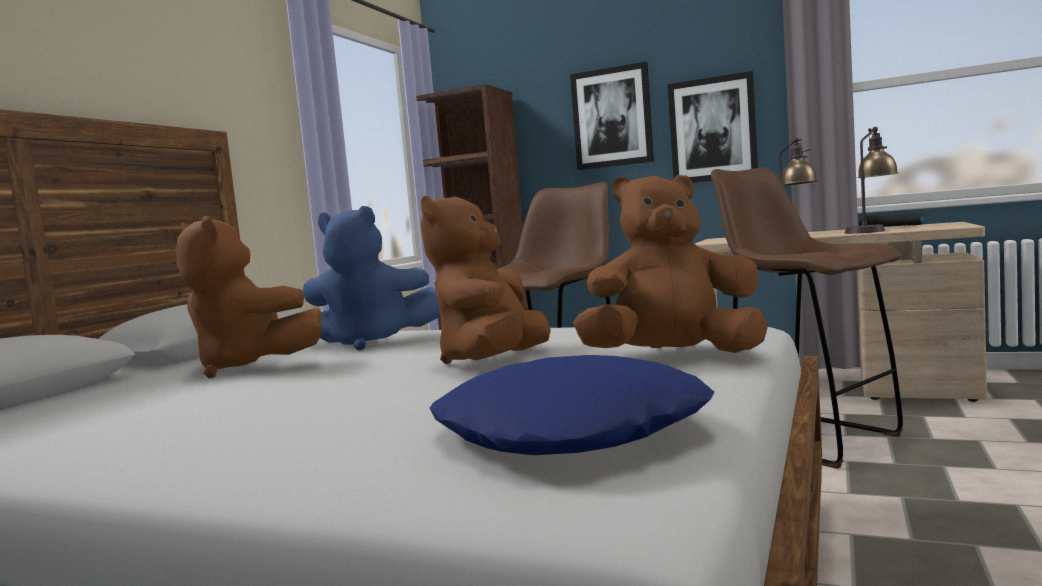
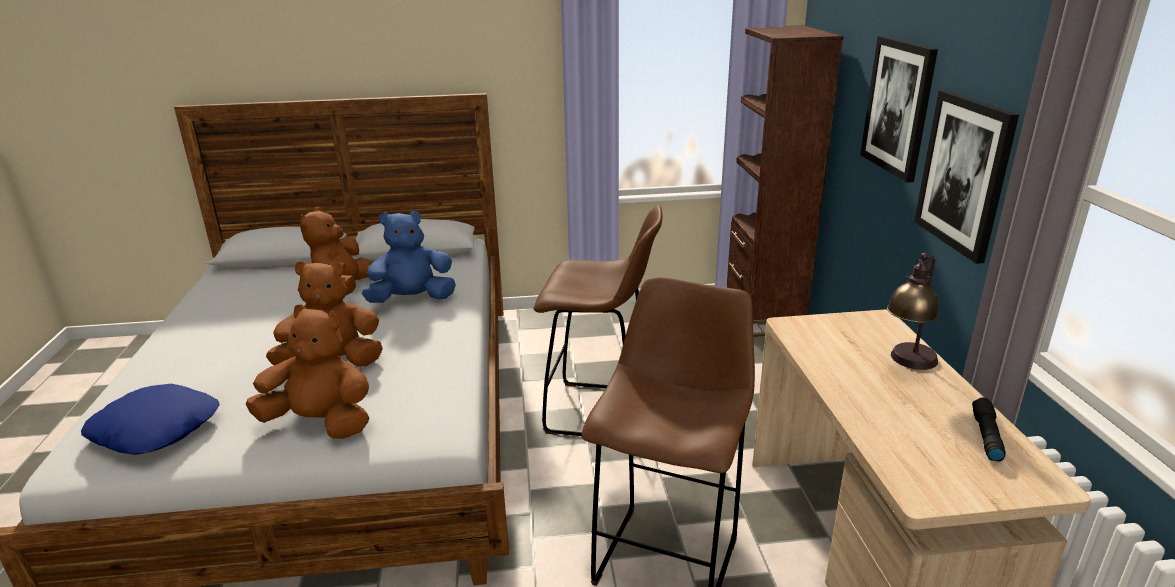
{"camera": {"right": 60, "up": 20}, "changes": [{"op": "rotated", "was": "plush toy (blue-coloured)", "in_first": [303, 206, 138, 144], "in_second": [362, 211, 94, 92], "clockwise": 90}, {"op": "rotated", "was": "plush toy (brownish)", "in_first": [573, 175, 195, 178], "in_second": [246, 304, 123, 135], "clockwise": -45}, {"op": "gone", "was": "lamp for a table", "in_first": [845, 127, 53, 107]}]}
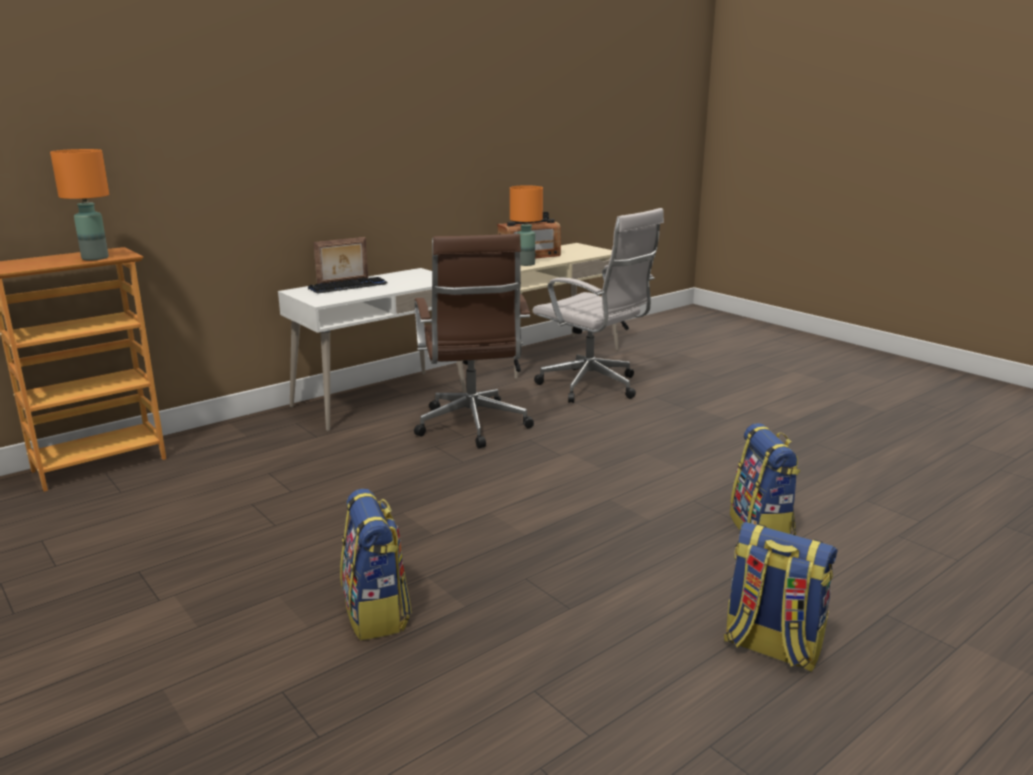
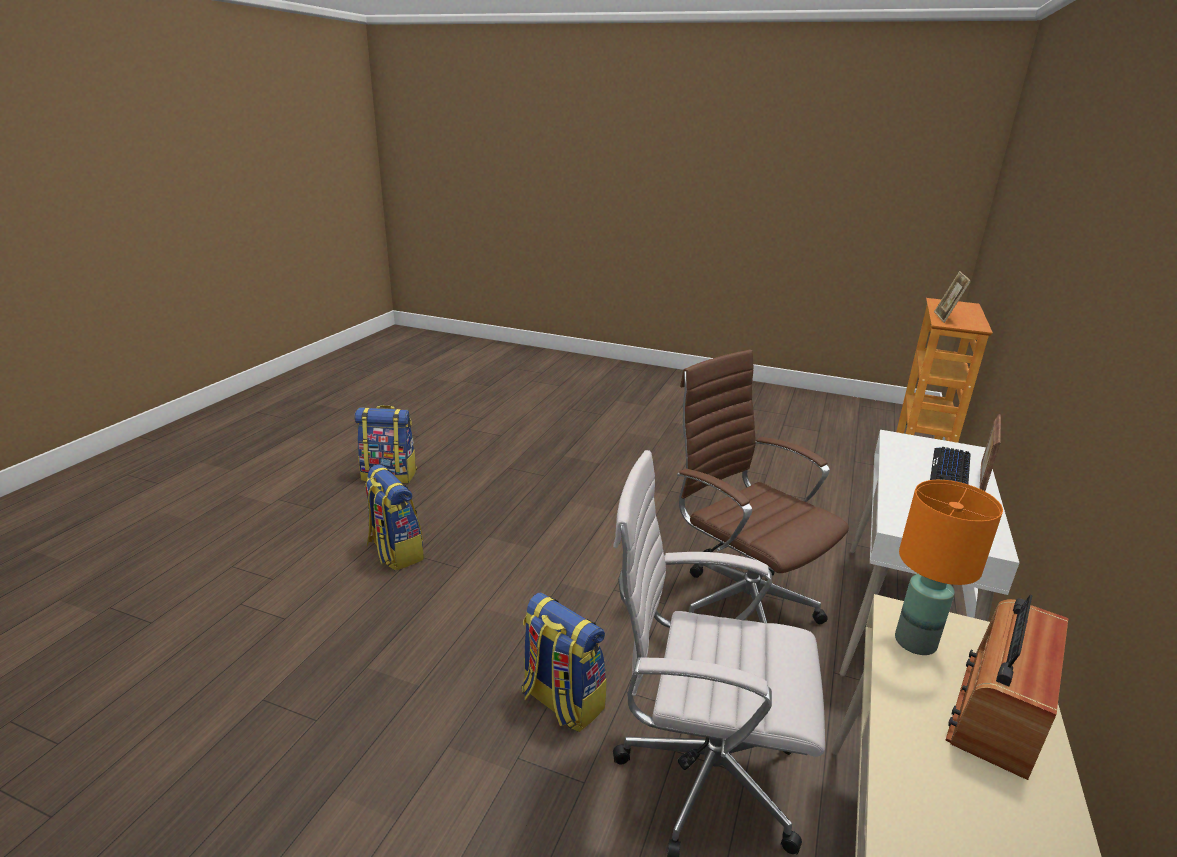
{"camera": {"right": 150, "up": 5}, "changes": [{"op": "swapped", "was": "lamp for a table (orange)", "now": "standing frame", "in_first": [50, 149, 59, 112], "in_second": [934, 271, 37, 52]}, {"op": "shifted", "was": "knapsack", "in_first": [340, 489, 72, 152], "in_second": [522, 593, 84, 139]}]}
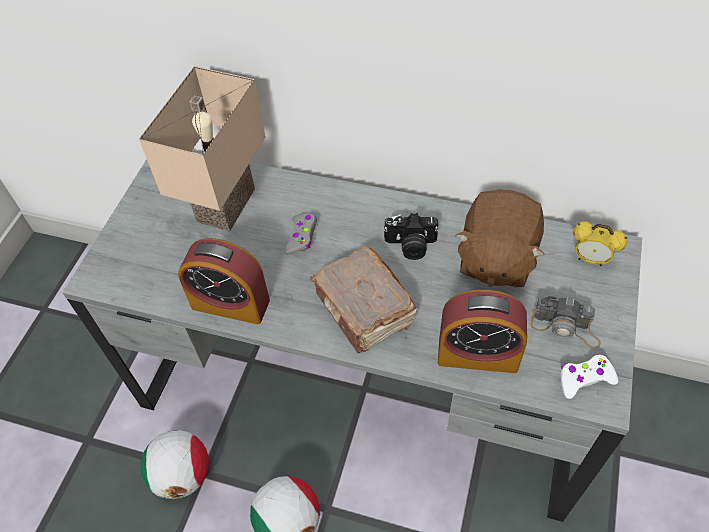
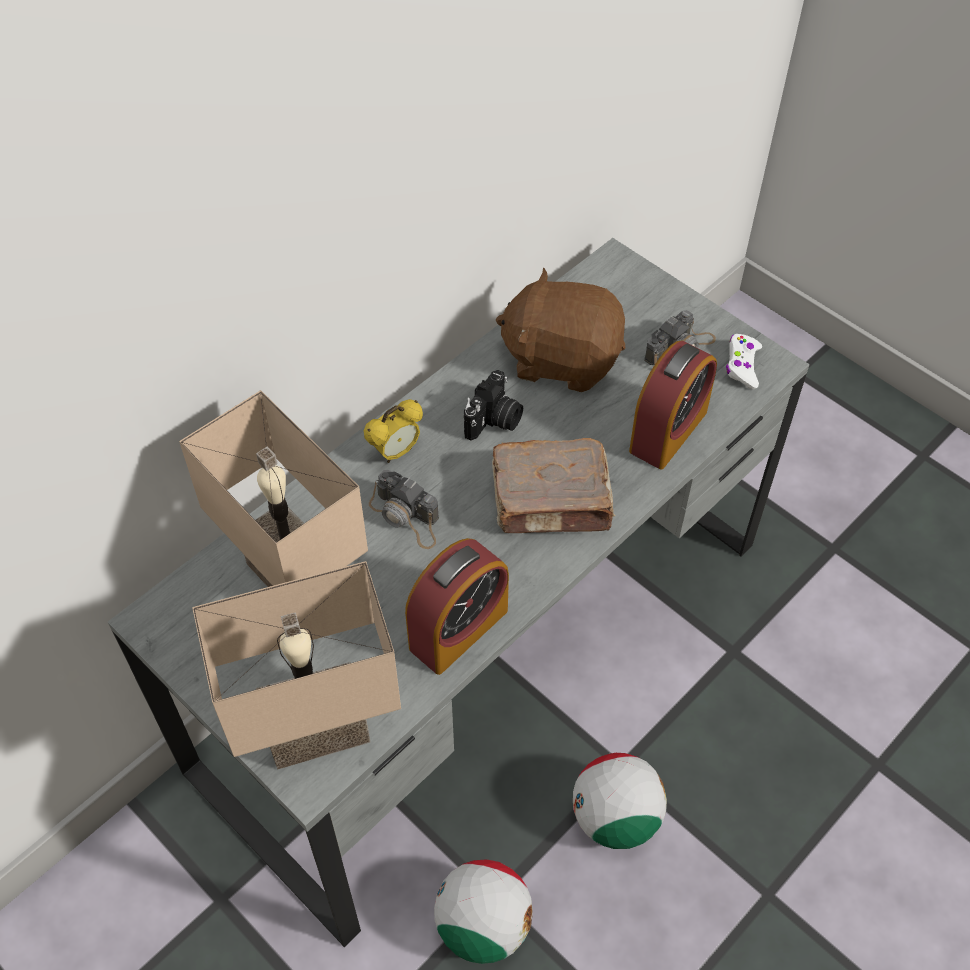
{"camera": {"right": -65, "up": 0}, "changes": [{"op": "swapped", "was": "gamepad (grey)", "now": "photo camera", "in_first": [284, 213, 33, 42], "in_second": [369, 470, 70, 79]}, {"op": "rotated", "was": "plush toy (brownish)", "in_first": [455, 189, 90, 98], "in_second": [496, 268, 129, 124], "clockwise": 150}, {"op": "shifted", "was": "table clock", "in_first": [573, 221, 55, 45], "in_second": [364, 399, 59, 64]}, {"op": "new", "now": "lamp for a table (beige-coloured)", "in_second": [192, 561, 209, 208]}]}
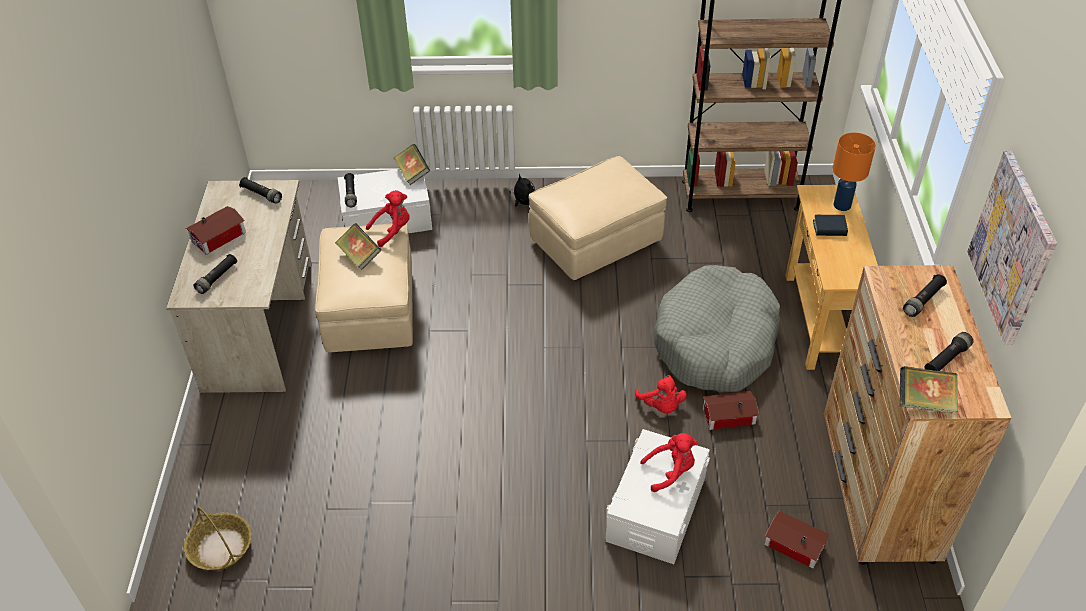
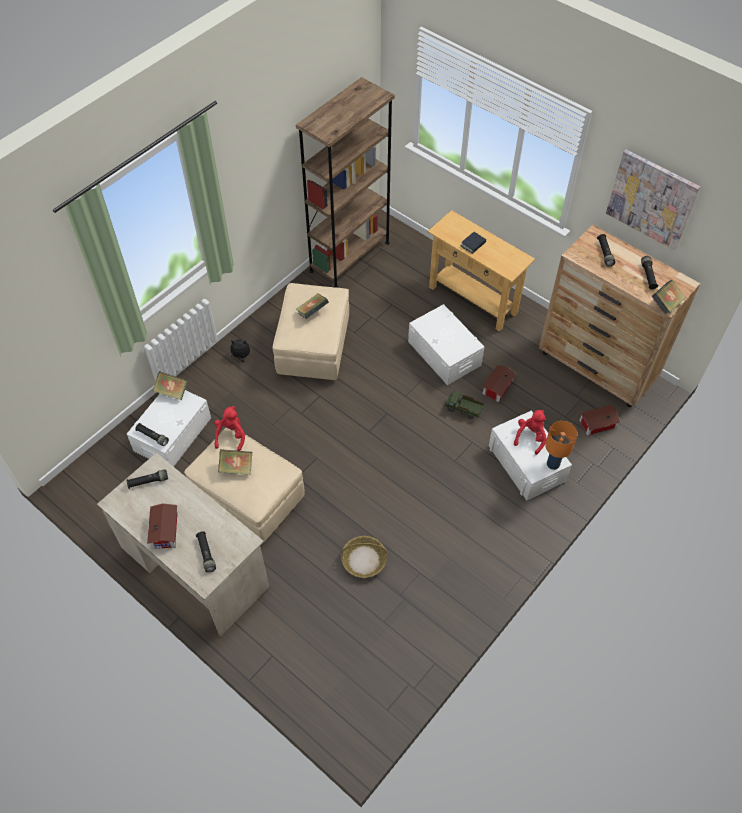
{"camera": {"right": -50, "up": 10}, "changes": [{"op": "shifted", "was": "basket", "in_first": [184, 507, 67, 63], "in_second": [341, 536, 46, 42]}, {"op": "swapped", "was": "plush toy (red)", "now": "model truck", "in_first": [635, 375, 52, 39], "in_second": [444, 390, 40, 29]}, {"op": "swapped", "was": "dog bed (grey)", "now": "storage bin (whitish)", "in_first": [654, 265, 126, 127], "in_second": [408, 304, 77, 81]}, {"op": "shifted", "was": "lamp for a table (orange)", "in_first": [833, 132, 43, 79], "in_second": [545, 421, 32, 49]}, {"op": "new", "now": "book", "in_second": [296, 294, 33, 25]}]}
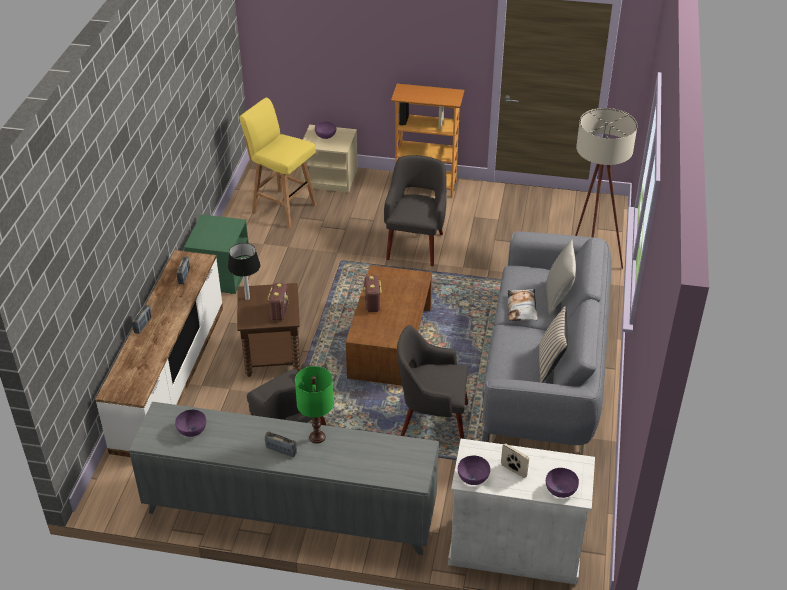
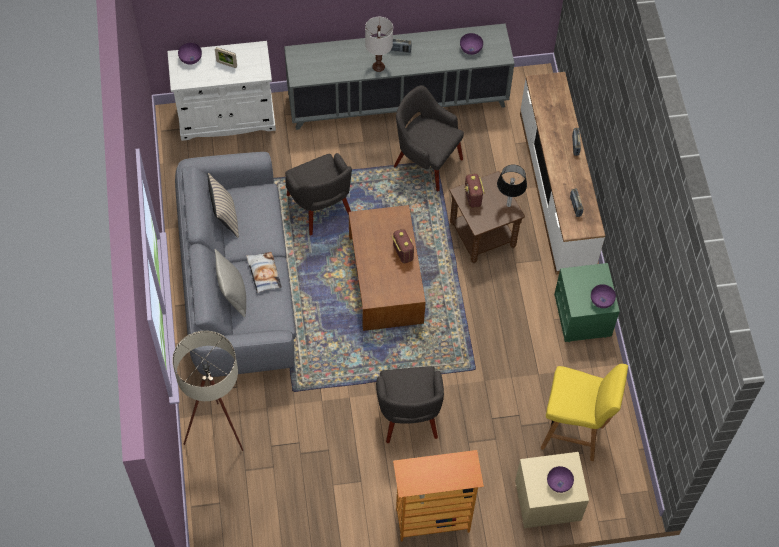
{"camera": {"right": 160, "up": 20}, "changes": [{"op": "repainted", "was": "lamp for a table (green-coloured)", "now": "lamp for a table (whitish)", "in_first": [295, 366, 39, 78], "in_second": [365, 17, 28, 55]}, {"op": "rotated", "was": "lounge chair (grey)", "in_first": [397, 325, 71, 114], "in_second": [285, 153, 67, 82], "clockwise": 75}, {"op": "shifted", "was": "serving bowl (purple)", "in_first": [458, 455, 32, 30], "in_second": [591, 284, 25, 24]}]}
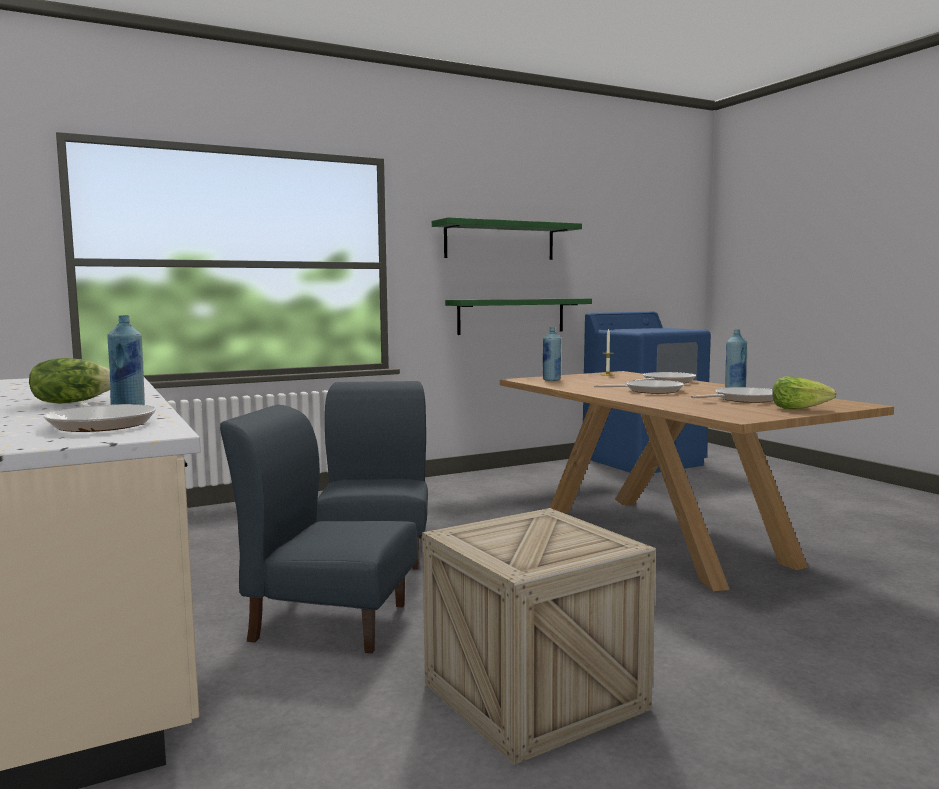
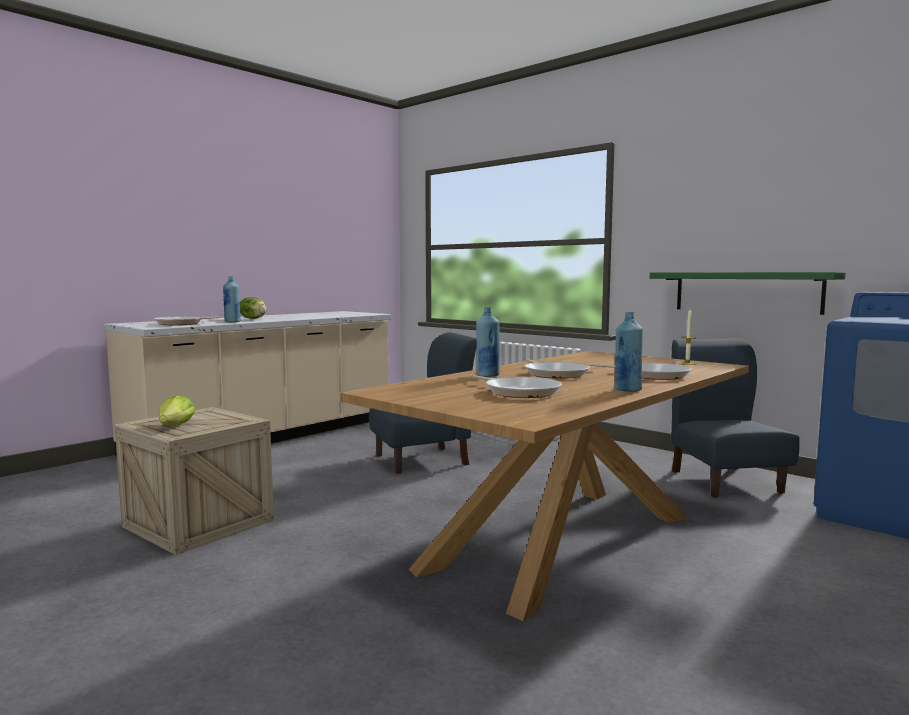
{"camera": {"right": 70, "up": 0}, "changes": [{"op": "shifted", "was": "chair (blue-coloured)", "in_first": [220, 404, 198, 249], "in_second": [671, 338, 129, 160]}, {"op": "gone", "was": "shelf (green-coloured)", "in_first": [432, 217, 150, 43]}, {"op": "shifted", "was": "bottle (blue-coloured)", "in_first": [543, 327, 18, 54], "in_second": [476, 307, 24, 70]}, {"op": "shifted", "was": "lettuce", "in_first": [772, 376, 65, 33], "in_second": [159, 395, 37, 31]}]}
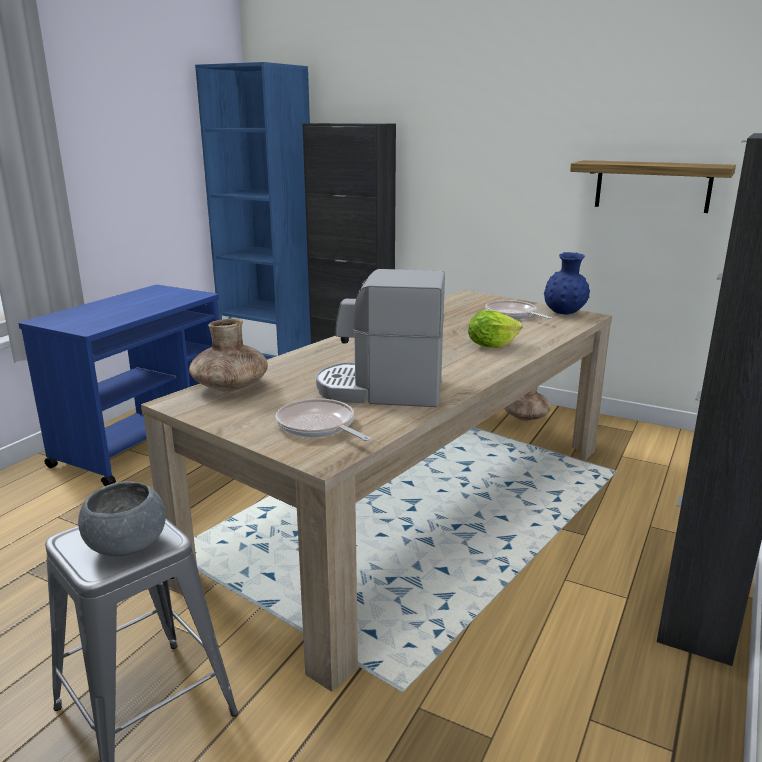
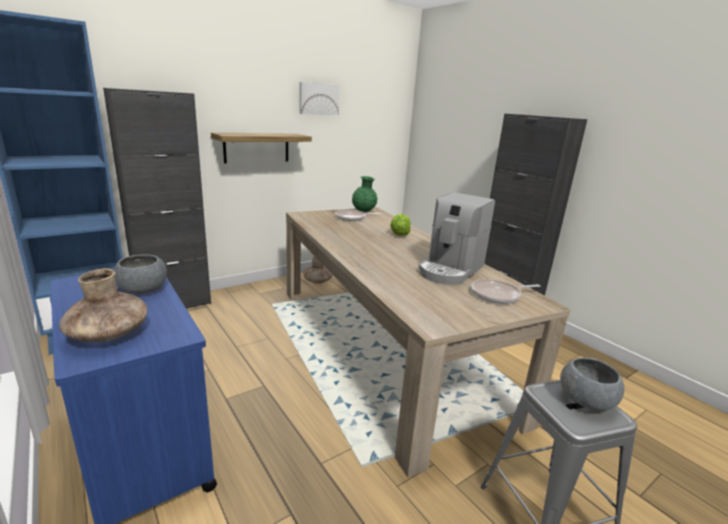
{"camera": {"right": -65, "up": 0}, "changes": [{"op": "shifted", "was": "decorative vase (brownish)", "in_first": [189, 318, 79, 74], "in_second": [59, 268, 89, 74]}, {"op": "repainted", "was": "decorative vase (blue-coloured)", "now": "decorative vase (green-coloured)", "in_first": [544, 252, 46, 63], "in_second": [352, 176, 26, 36]}, {"op": "shifted", "was": "shelf", "in_first": [570, 160, 166, 53], "in_second": [211, 133, 101, 30]}, {"op": "new", "now": "serving bowl (grey)", "in_second": [114, 255, 53, 39]}, {"op": "new", "now": "wall art", "in_second": [299, 82, 41, 33]}]}
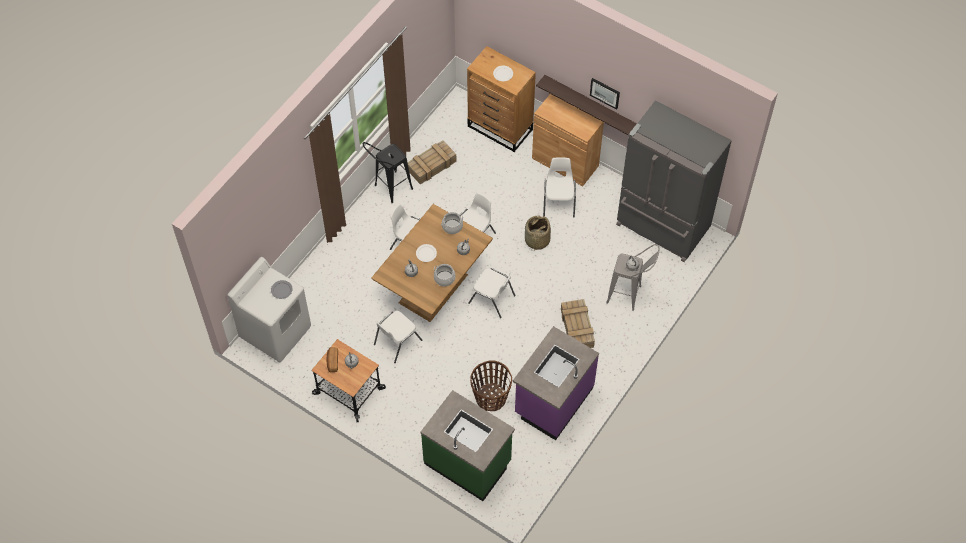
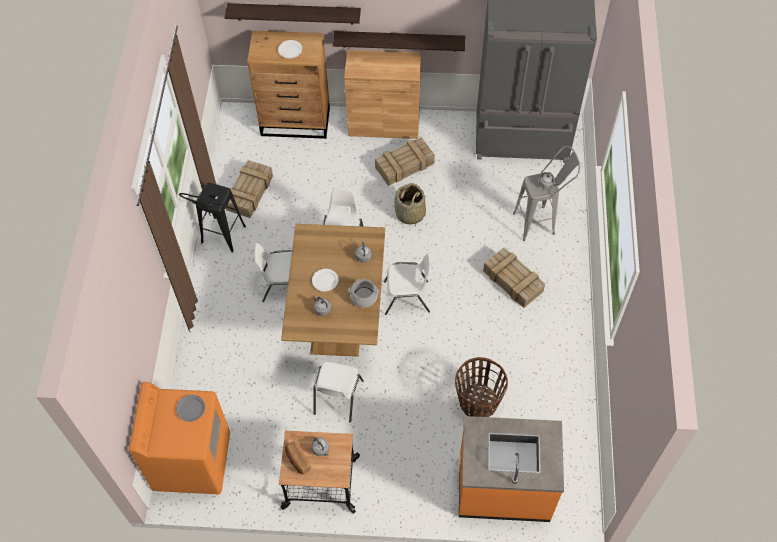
{"camera": {"right": -30, "up": 0}, "changes": [{"op": "repainted", "was": "laundry machine (whitish)", "now": "laundry machine (orange)", "in_first": [227, 257, 84, 105], "in_second": [129, 382, 101, 112]}, {"op": "repainted", "was": "kitchen counter (green-coloured)", "now": "kitchen counter (orange)", "in_first": [420, 390, 95, 111], "in_second": [459, 416, 105, 106]}, {"op": "gone", "was": "saucepot", "in_first": [441, 212, 22, 22]}, {"op": "gone", "was": "kitchen counter (purple)", "in_first": [513, 326, 86, 114]}, {"op": "swapped", "was": "chair (whitish)", "now": "shipping crate", "in_first": [543, 157, 33, 61], "in_second": [375, 137, 60, 49]}, {"op": "gone", "was": "wall art", "in_first": [590, 78, 30, 32]}, {"op": "new", "now": "shelf", "in_second": [224, 3, 137, 22]}]}
